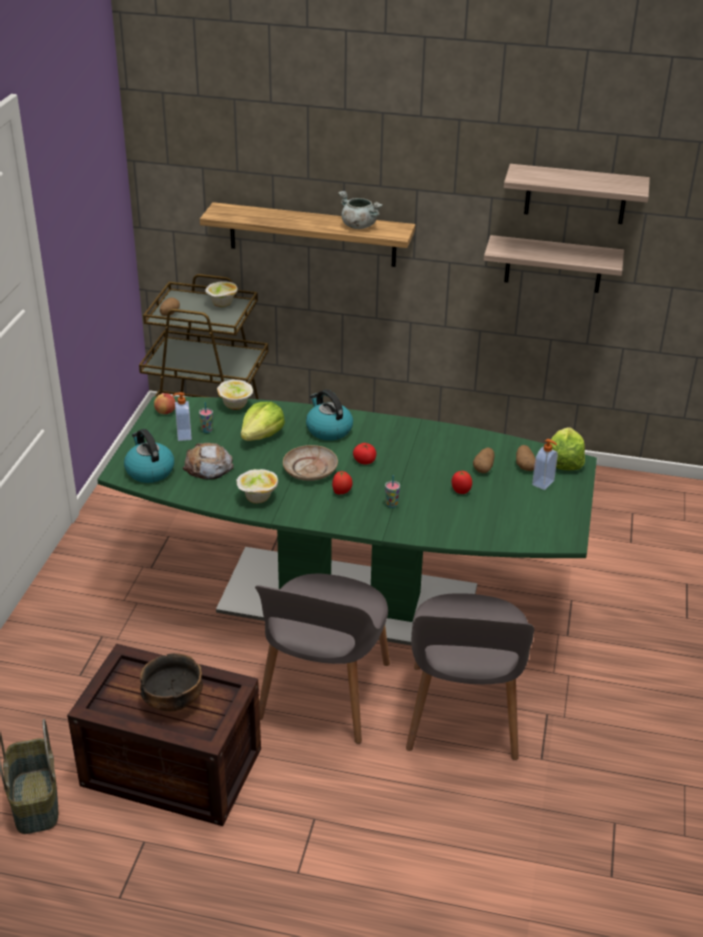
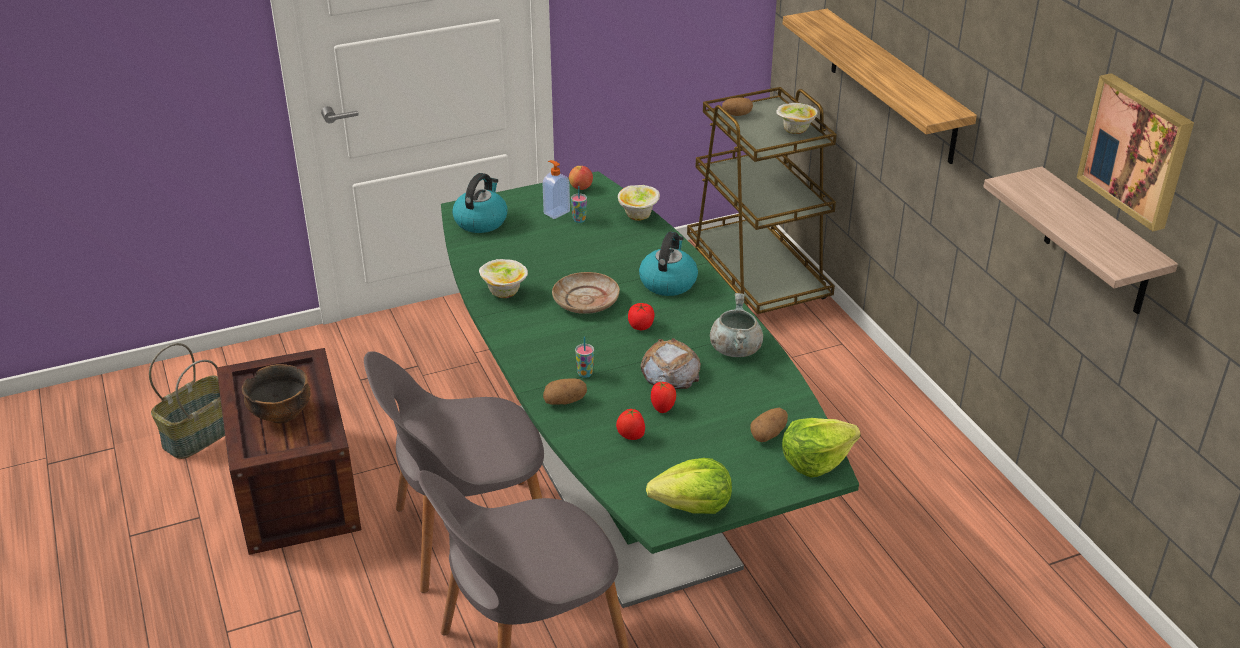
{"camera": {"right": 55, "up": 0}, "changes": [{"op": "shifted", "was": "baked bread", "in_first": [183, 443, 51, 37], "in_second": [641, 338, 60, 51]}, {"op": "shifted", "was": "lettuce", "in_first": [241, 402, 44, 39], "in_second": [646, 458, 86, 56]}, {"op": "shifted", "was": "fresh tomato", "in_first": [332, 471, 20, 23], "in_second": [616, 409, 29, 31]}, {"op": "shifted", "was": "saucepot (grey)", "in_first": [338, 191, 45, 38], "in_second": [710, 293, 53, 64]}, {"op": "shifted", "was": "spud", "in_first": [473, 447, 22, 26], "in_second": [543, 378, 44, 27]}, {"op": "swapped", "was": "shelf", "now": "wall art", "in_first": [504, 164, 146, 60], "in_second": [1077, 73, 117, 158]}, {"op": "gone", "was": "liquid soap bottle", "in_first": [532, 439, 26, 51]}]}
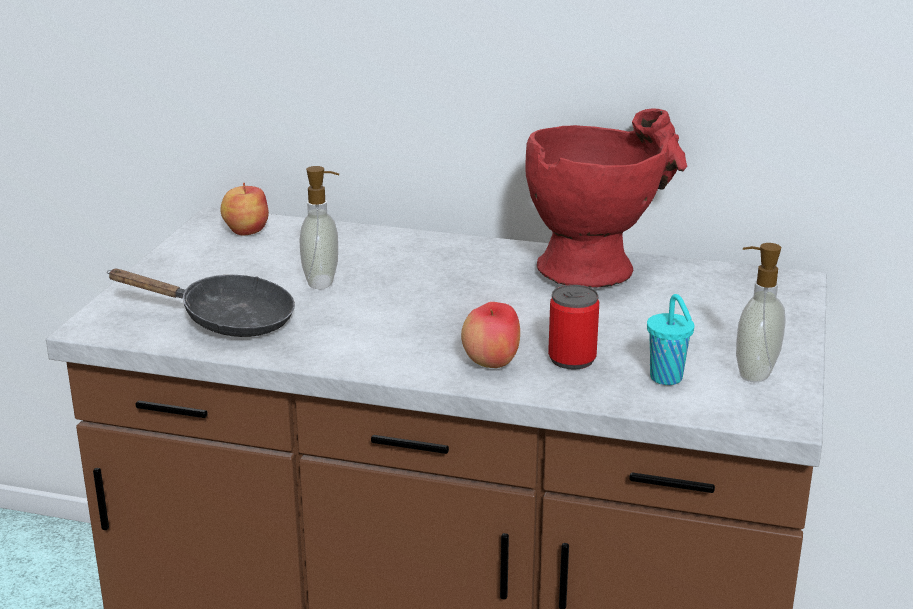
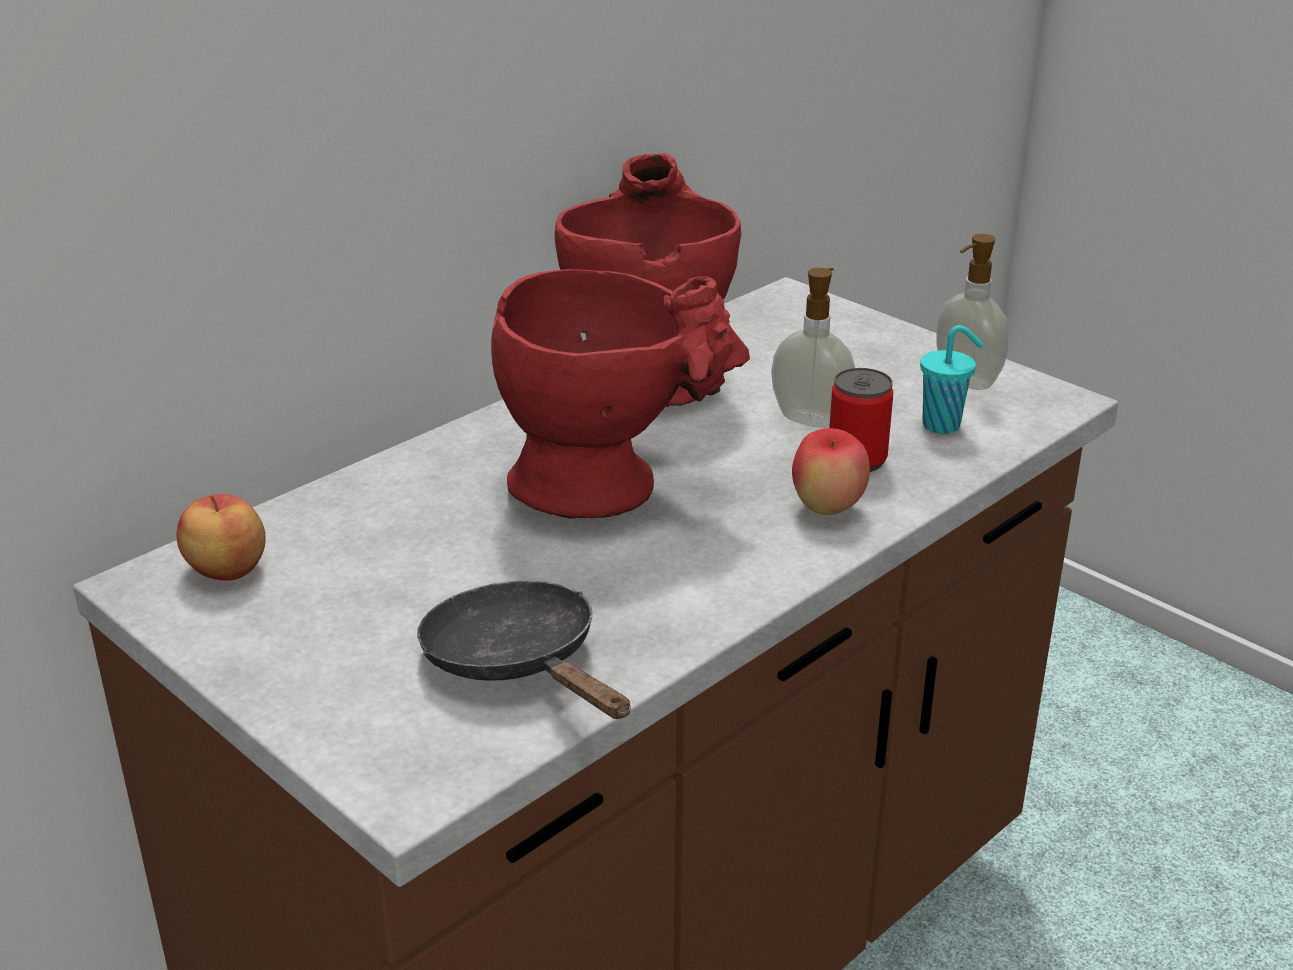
{"camera": {"right": -60, "up": 5}, "changes": [{"op": "rotated", "was": "skillet (black)", "in_first": [107, 269, 188, 68], "in_second": [417, 580, 213, 139], "clockwise": -75}, {"op": "shifted", "was": "liquid soap bottle", "in_first": [300, 166, 39, 123], "in_second": [771, 268, 84, 160]}, {"op": "new", "now": "decorative vase (red)", "in_second": [491, 269, 259, 250]}]}
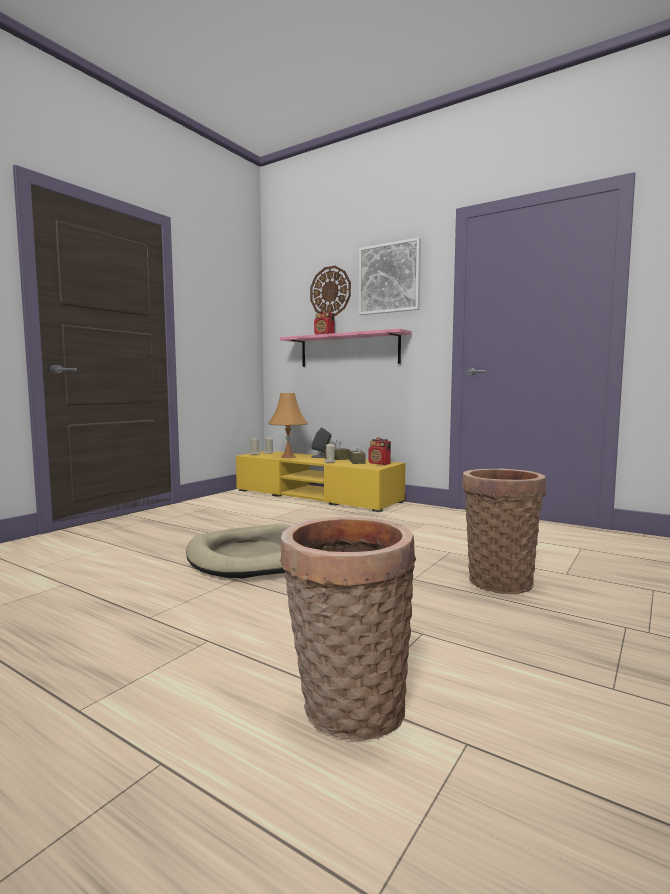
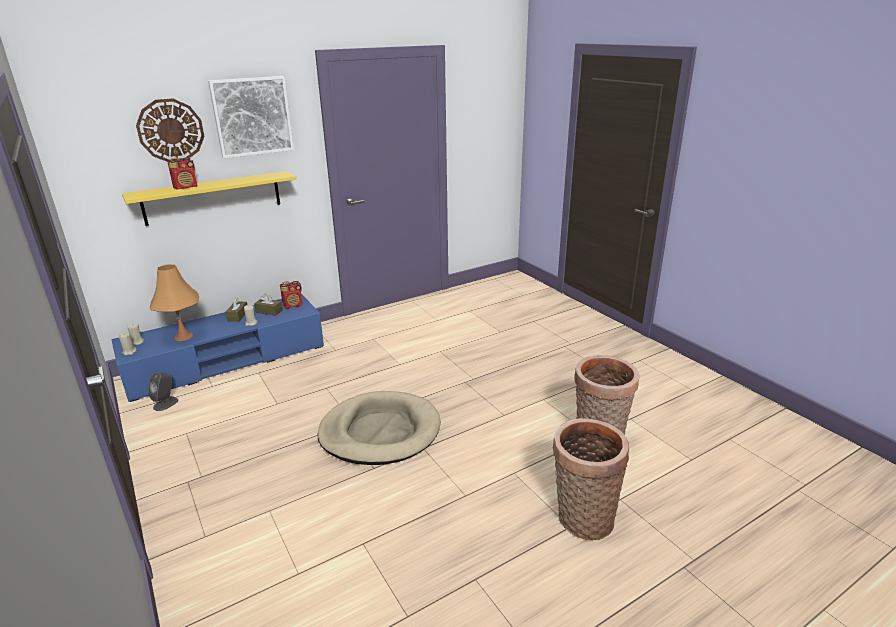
{"camera": {"right": -65, "up": 20}, "changes": [{"op": "repainted", "was": "tv unit (yellow)", "now": "tv unit (blue-coloured)", "in_first": [236, 451, 169, 61], "in_second": [111, 294, 213, 108]}, {"op": "repainted", "was": "shelf (pink-coloured)", "now": "shelf (yellow)", "in_first": [280, 328, 132, 39], "in_second": [122, 171, 174, 55]}, {"op": "shifted", "was": "speaker (grey)", "in_first": [311, 427, 21, 31], "in_second": [148, 372, 30, 39]}, {"op": "shifted", "was": "basket", "in_first": [462, 469, 84, 125], "in_second": [553, 418, 76, 122]}]}
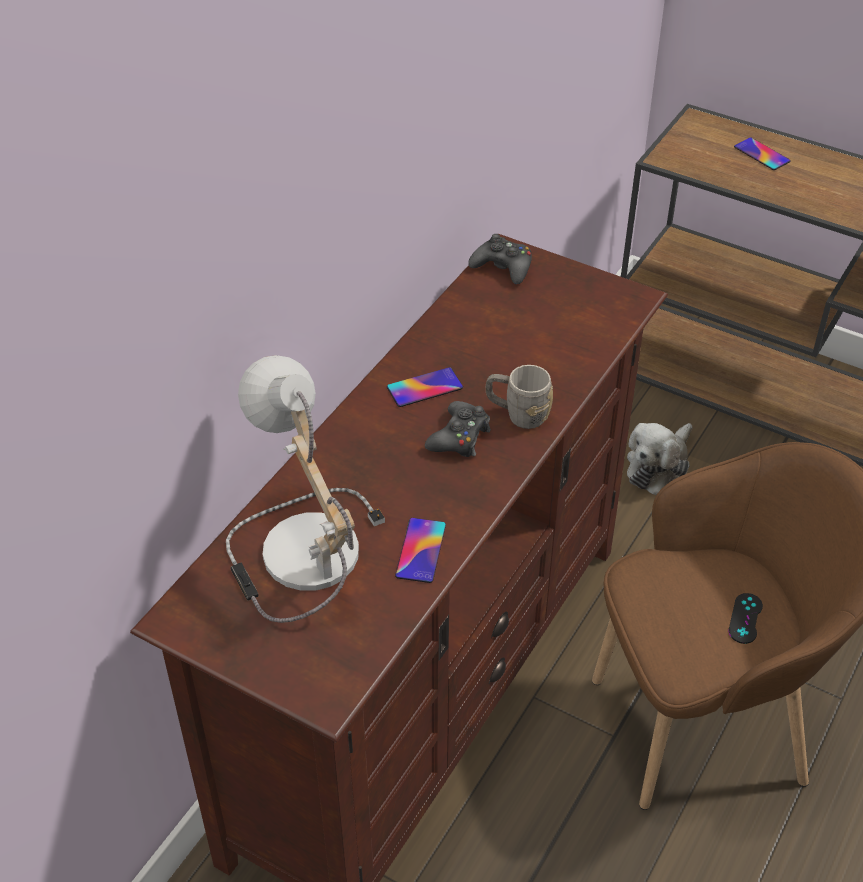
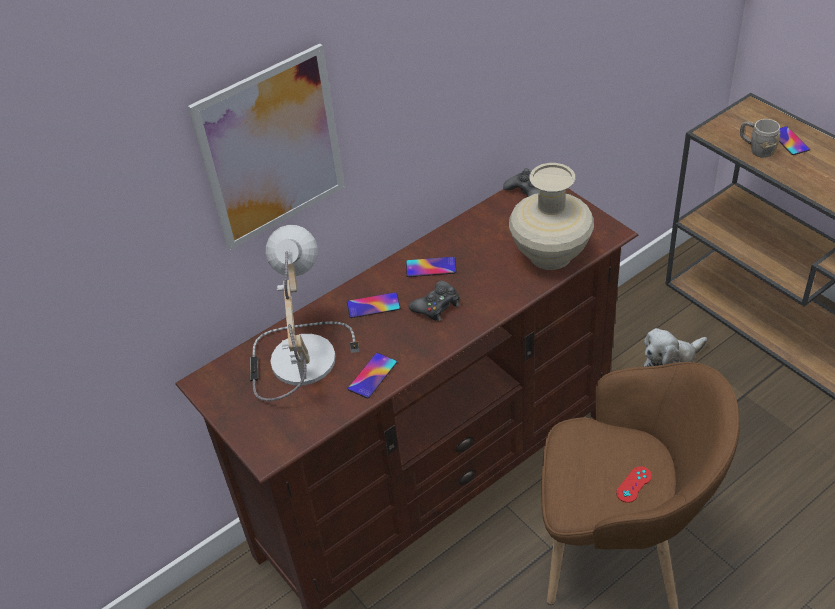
{"camera": {"right": 25, "up": 0}, "changes": [{"op": "shifted", "was": "coffee mug (grey)", "in_first": [486, 365, 67, 64], "in_second": [740, 119, 41, 39]}, {"op": "repainted", "was": "gamepad (black)", "now": "gamepad (red)", "in_first": [728, 593, 35, 51], "in_second": [616, 466, 36, 37]}, {"op": "new", "now": "wall art", "in_second": [188, 44, 157, 206]}, {"op": "new", "now": "handset", "in_second": [347, 292, 53, 26]}, {"op": "new", "now": "decorative vase (beige-coloured)", "in_second": [509, 163, 85, 107]}]}
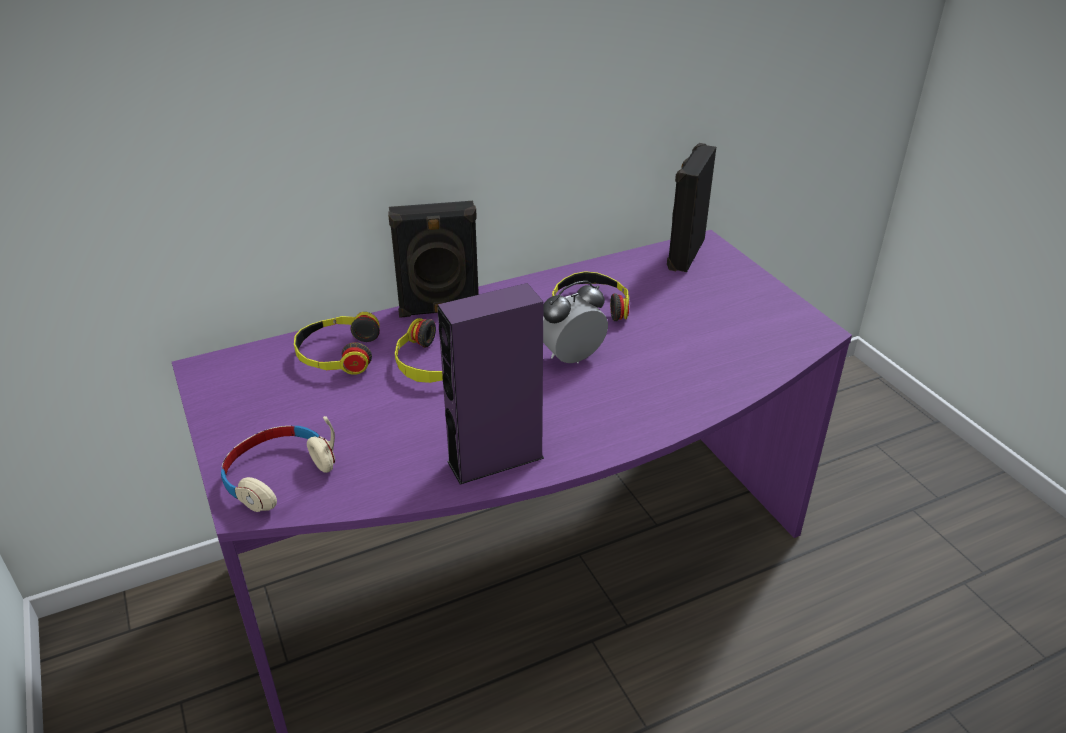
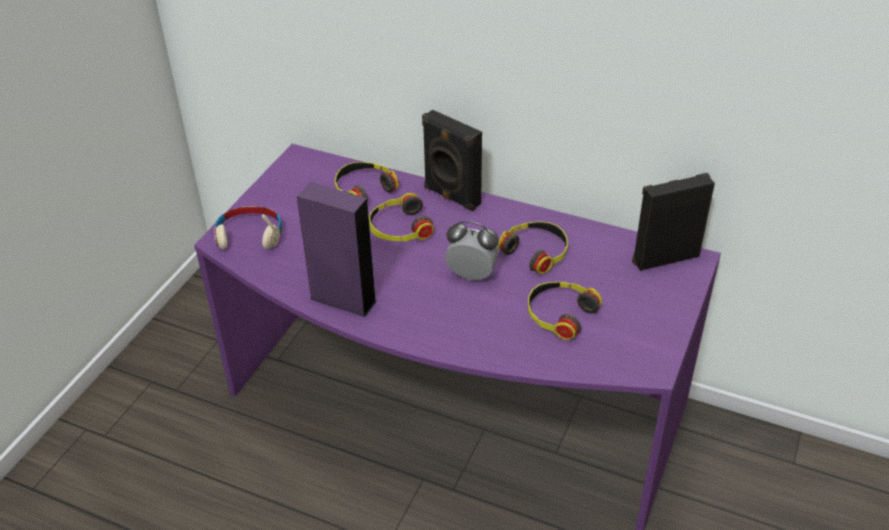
{"camera": {"right": 50, "up": 5}, "changes": [{"op": "new", "now": "headset", "in_second": [528, 282, 74, 58]}]}
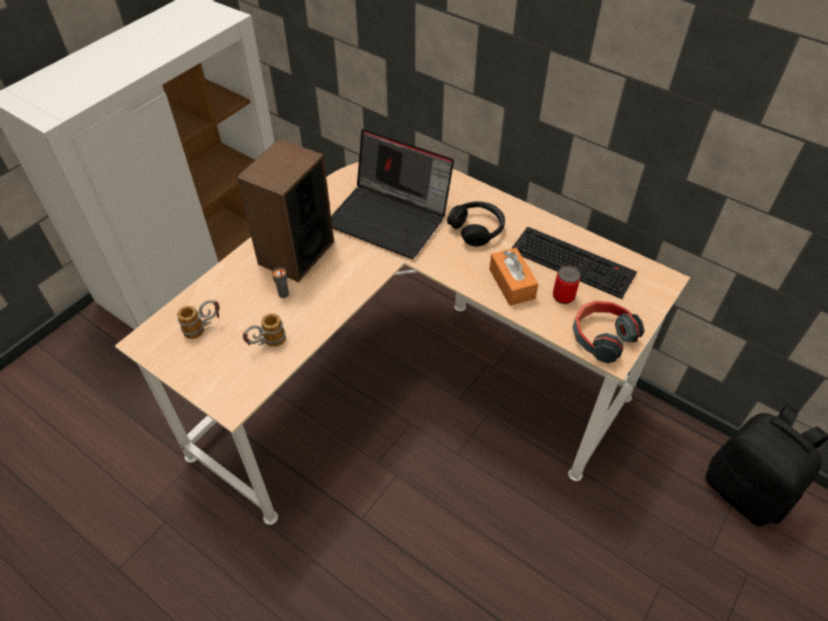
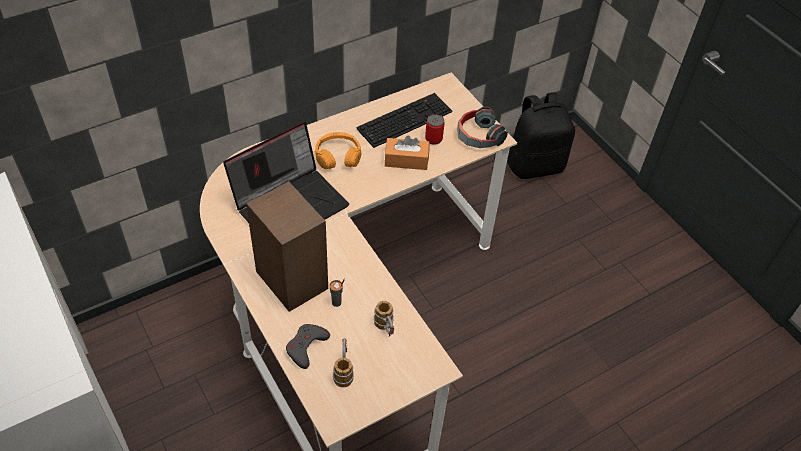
{"camera": {"right": -70, "up": 0}, "changes": [{"op": "repainted", "was": "headset (black)", "now": "headset (orange)", "in_first": [447, 201, 58, 45], "in_second": [315, 132, 46, 37]}, {"op": "new", "now": "gamepad (grey)", "in_second": [286, 324, 44, 45]}]}
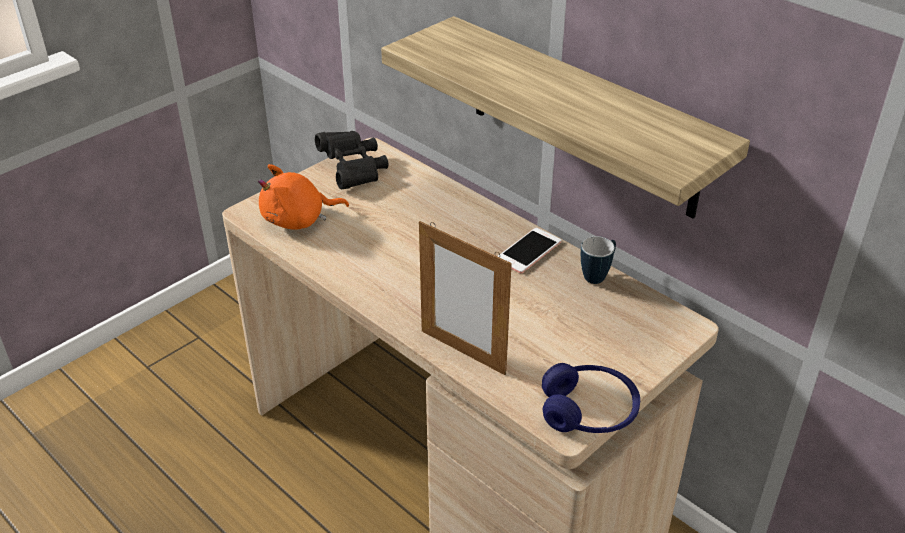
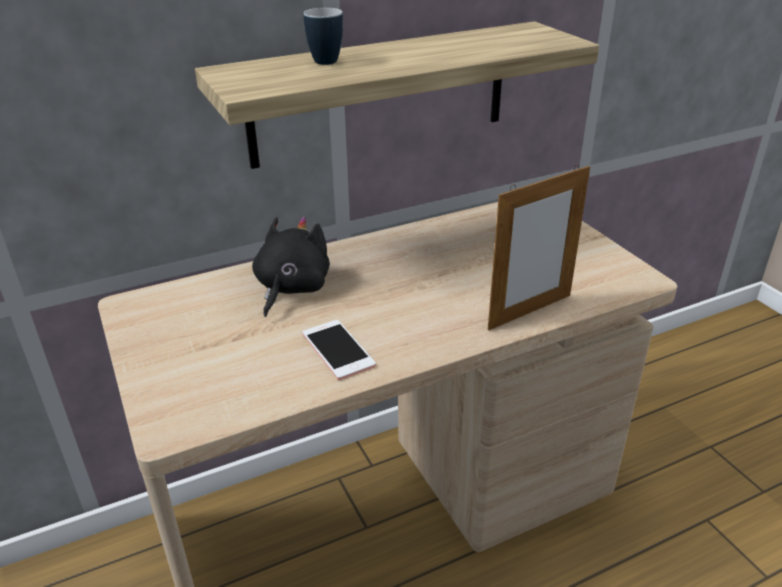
{"camera": {"right": -70, "up": -5}, "changes": [{"op": "gone", "was": "plush toy (orange)", "in_first": [258, 164, 91, 66]}, {"op": "gone", "was": "pair of binoculars (black)", "in_first": [315, 131, 73, 58]}, {"op": "shifted", "was": "handset", "in_first": [497, 228, 64, 46], "in_second": [302, 320, 74, 60]}, {"op": "gone", "was": "headset (blue-coloured)", "in_first": [542, 363, 98, 70]}, {"op": "shifted", "was": "coffee mug", "in_first": [581, 236, 35, 48], "in_second": [304, 8, 39, 57]}, {"op": "new", "now": "plush toy (black)", "in_second": [252, 217, 78, 100]}]}
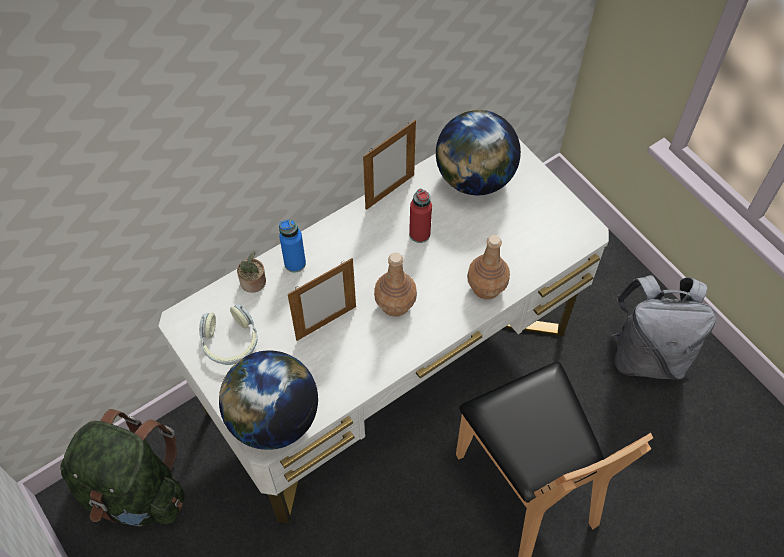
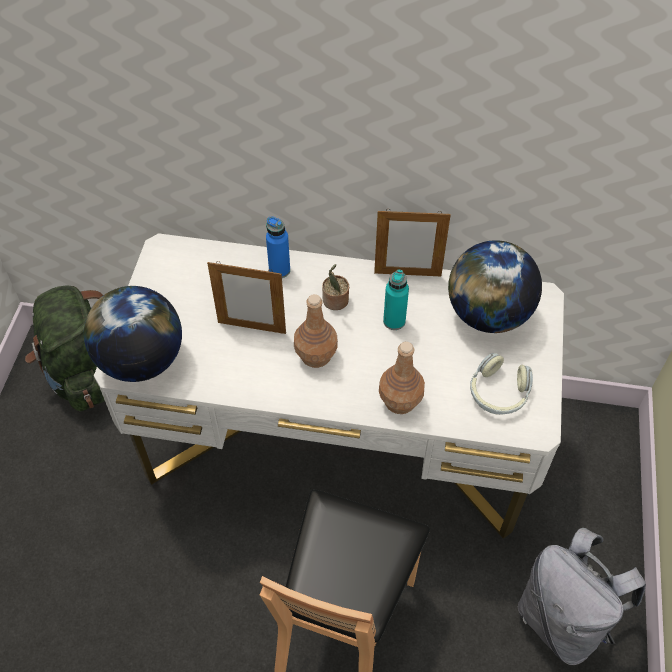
{"camera": {"right": 45, "up": -5}, "changes": [{"op": "shifted", "was": "headset", "in_first": [199, 305, 59, 60], "in_second": [470, 353, 63, 62]}, {"op": "shifted", "was": "houseplant", "in_first": [237, 252, 29, 41], "in_second": [322, 264, 27, 46]}, {"op": "repainted", "was": "bottle (red)", "now": "bottle (turquoise)", "in_first": [409, 189, 23, 54], "in_second": [383, 269, 26, 61]}]}
